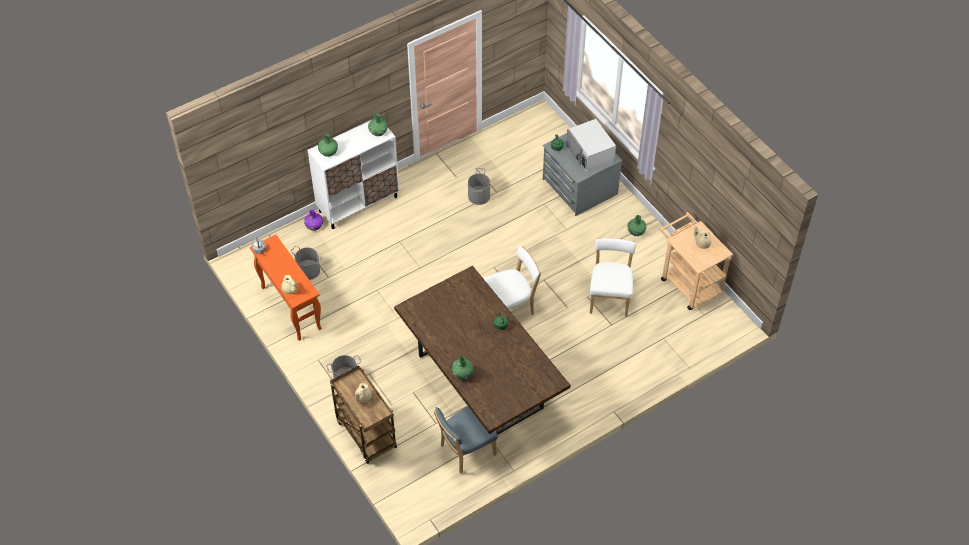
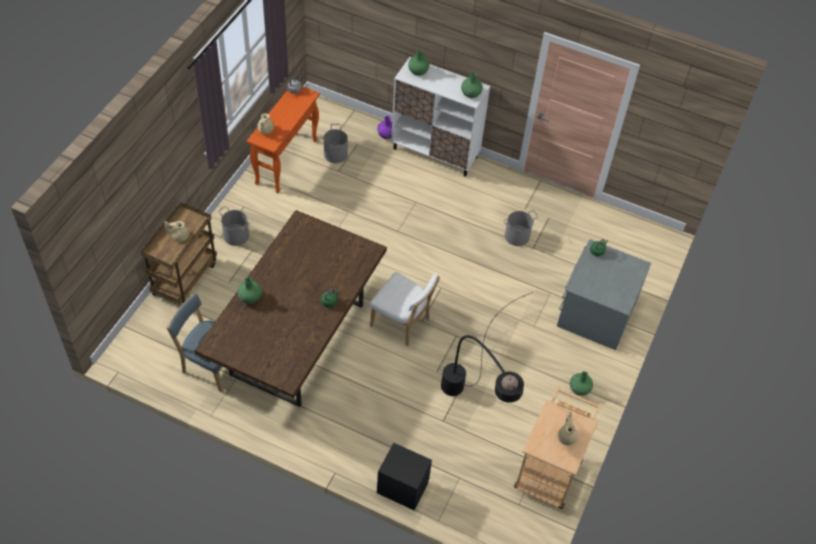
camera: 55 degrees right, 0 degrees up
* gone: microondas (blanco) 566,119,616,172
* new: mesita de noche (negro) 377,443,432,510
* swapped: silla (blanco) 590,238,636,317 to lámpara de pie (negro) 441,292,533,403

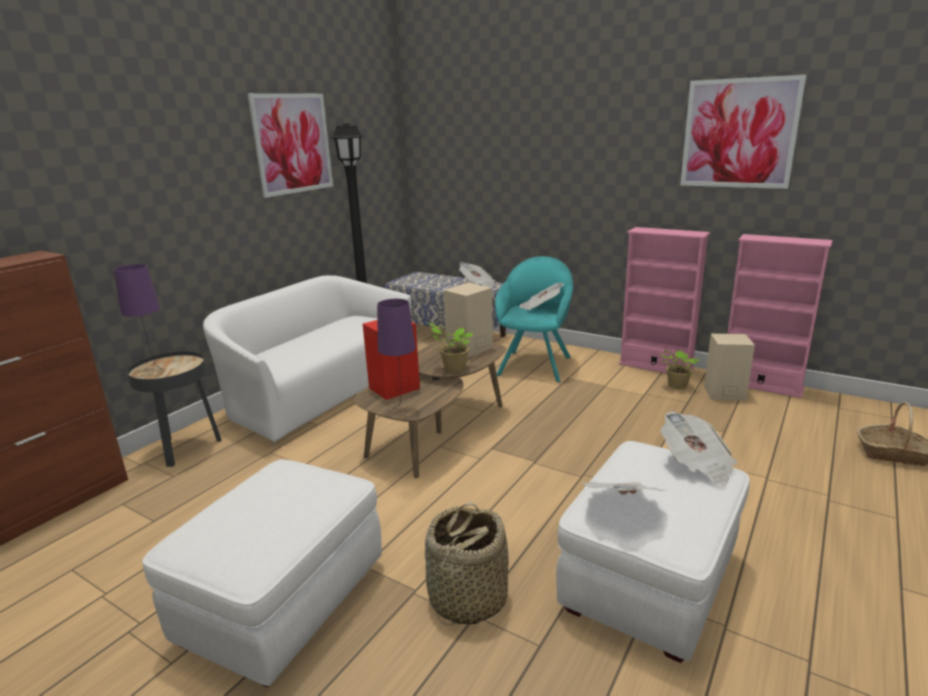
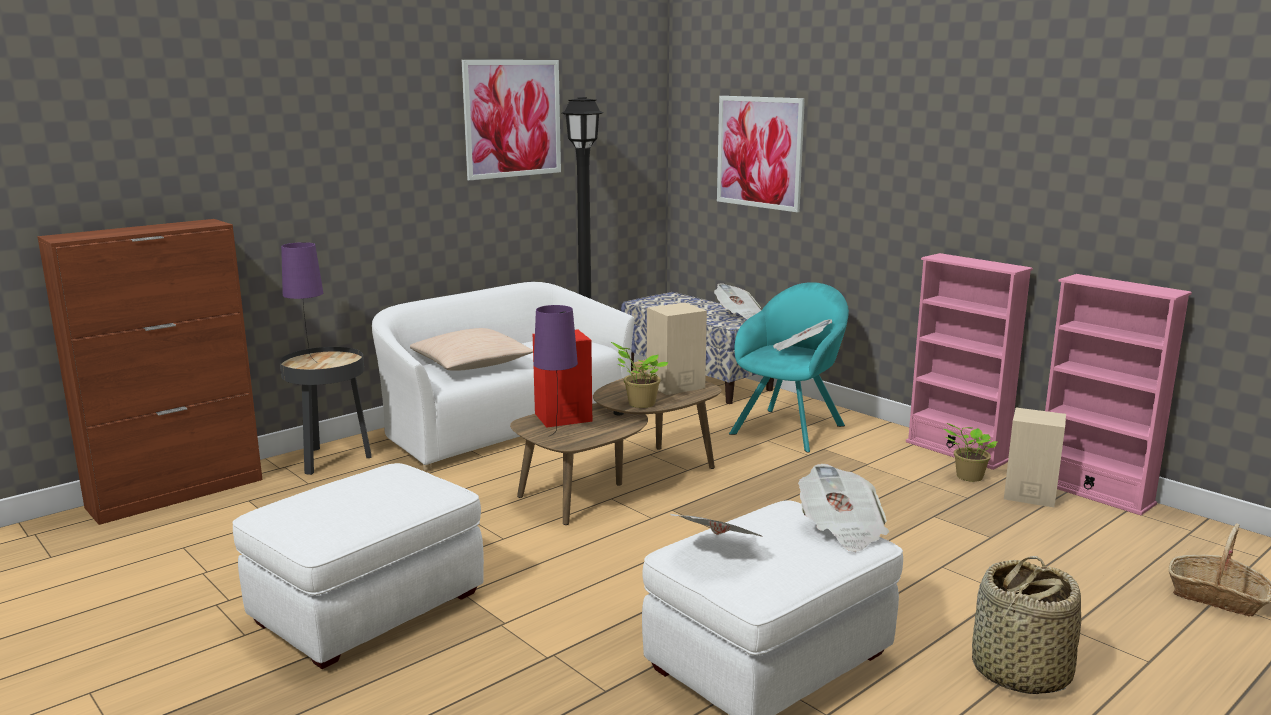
camera: 15 degrees right, 5 degrees down
* new: cojín (beis) 410,328,533,371
* shifted: cesta 425,502,509,625 to 972,556,1081,694
* shifted: cuadro 680,75,806,189 to 717,96,805,212

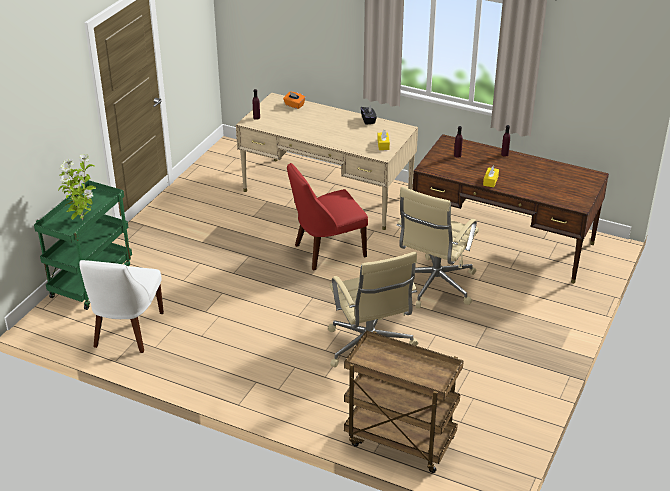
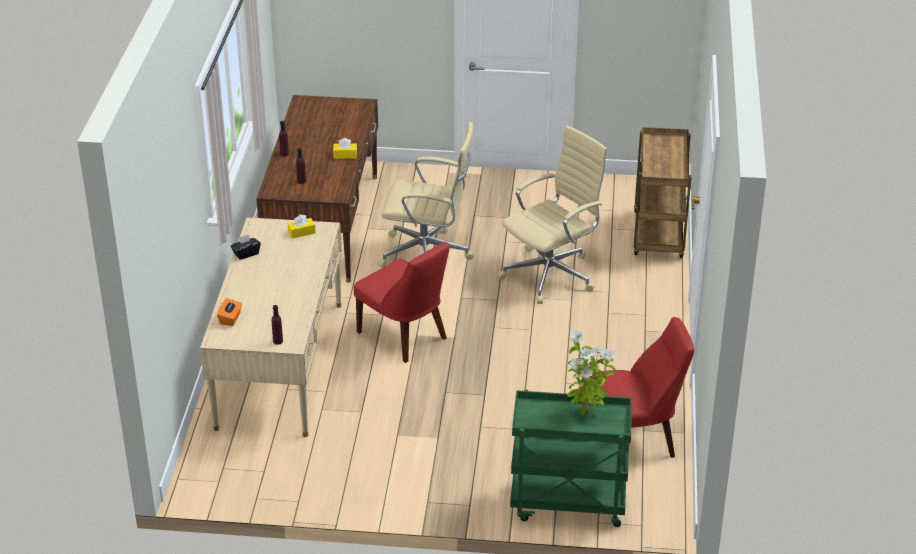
camera: 110 degrees left, 0 degrees up
* repainted: silla (blanco) 79,260,164,353 to silla (rojo) 590,317,694,458

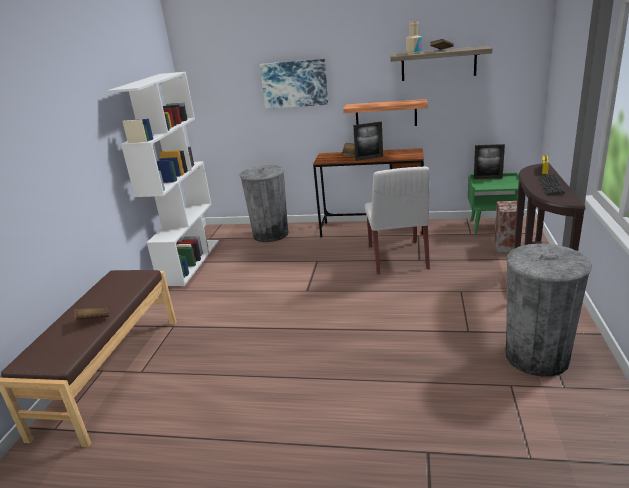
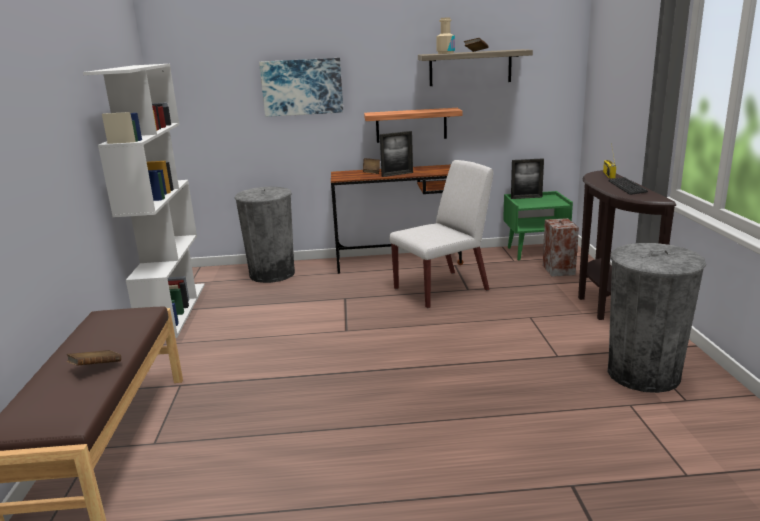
camera: 15 degrees left, 5 degrees down
* rotated: silla (blanco) 365,166,430,275 = 389,160,493,309 105 degrees counterclockwise

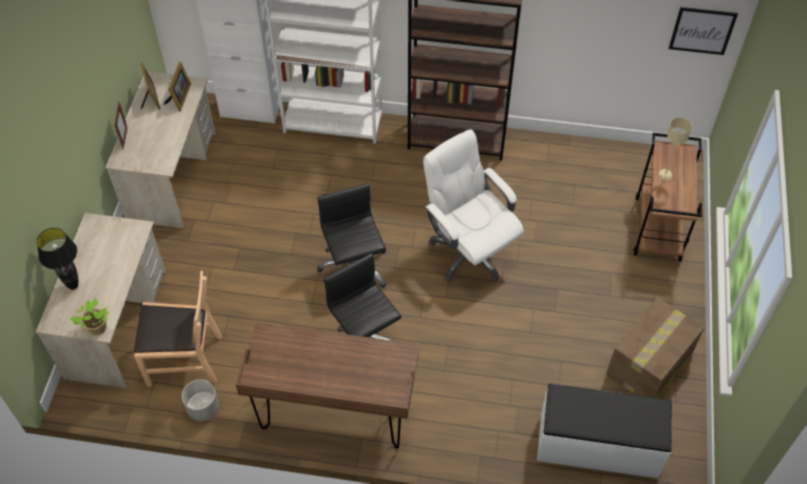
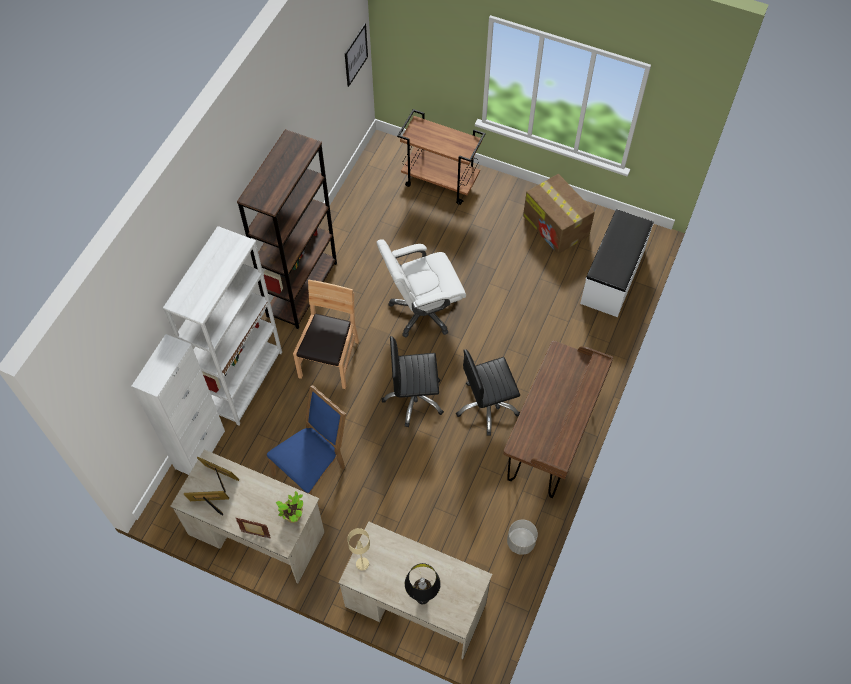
camera: 75 degrees left, 5 degrees up
* new: silla (azul) 267,385,346,495
* shifted: planta en maceta 70,298,108,335 to 276,491,303,523
* shifted: silla (marrón) 134,271,222,386 to 293,280,359,389
* shifted: lámpara de mesa (beis) 659,117,692,180 to 347,528,370,570

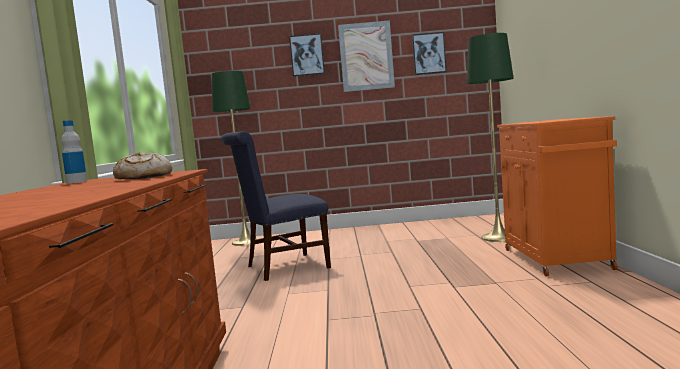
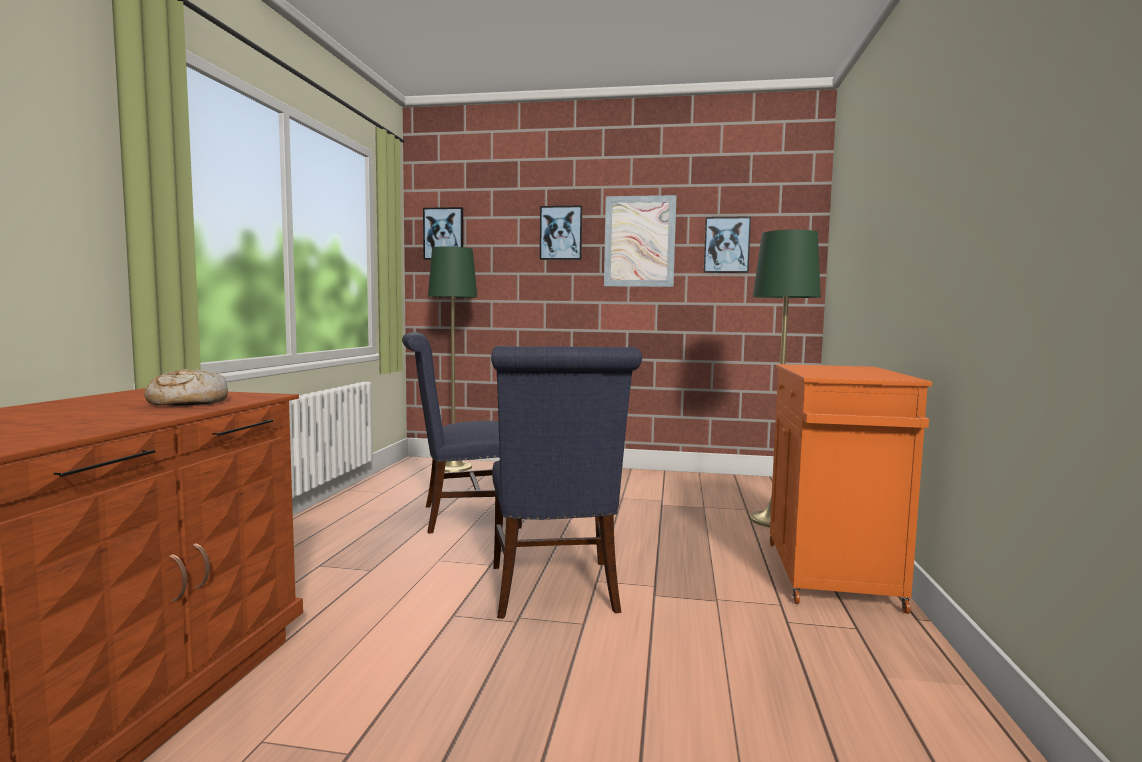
camera: 10 degrees right, 0 degrees up
* gone: botella 61,120,87,184
* new: cuadro 423,207,463,260
* new: silla (azul) 491,346,642,619

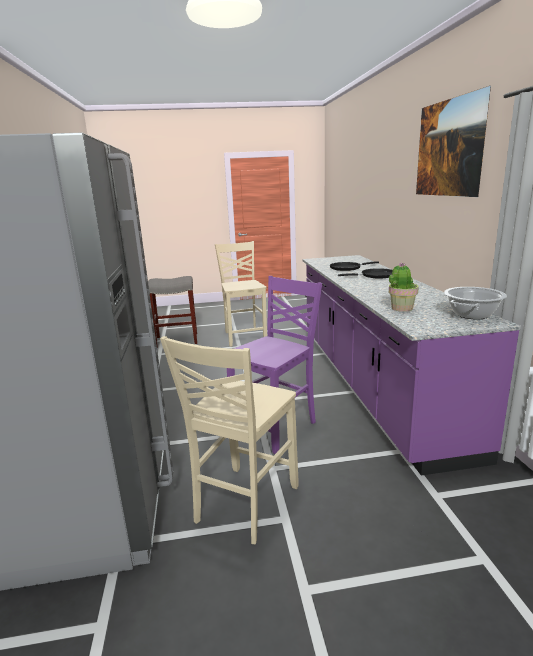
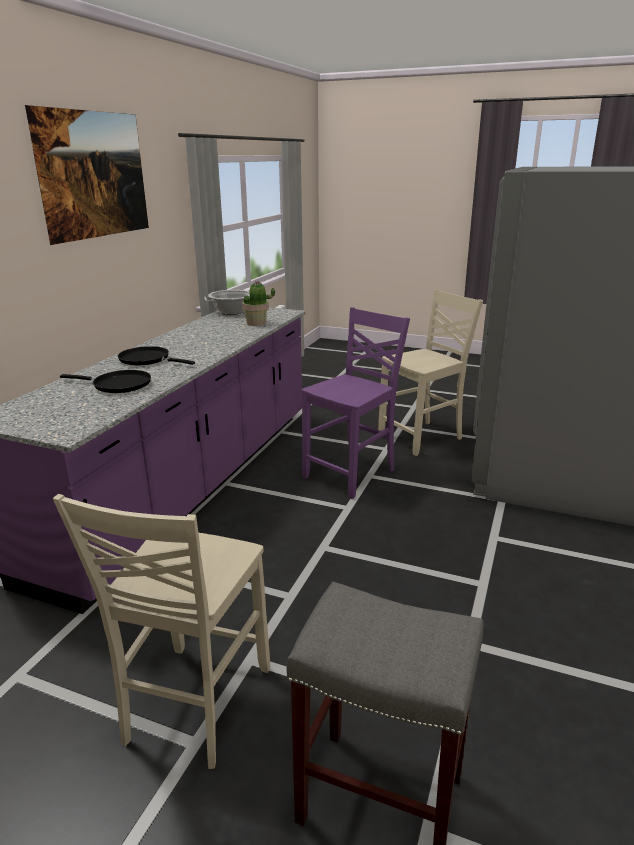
camera: 150 degrees left, 5 degrees up
* rotated: silla (morado) 227,276,322,454 = 302,307,410,499 150 degrees clockwise

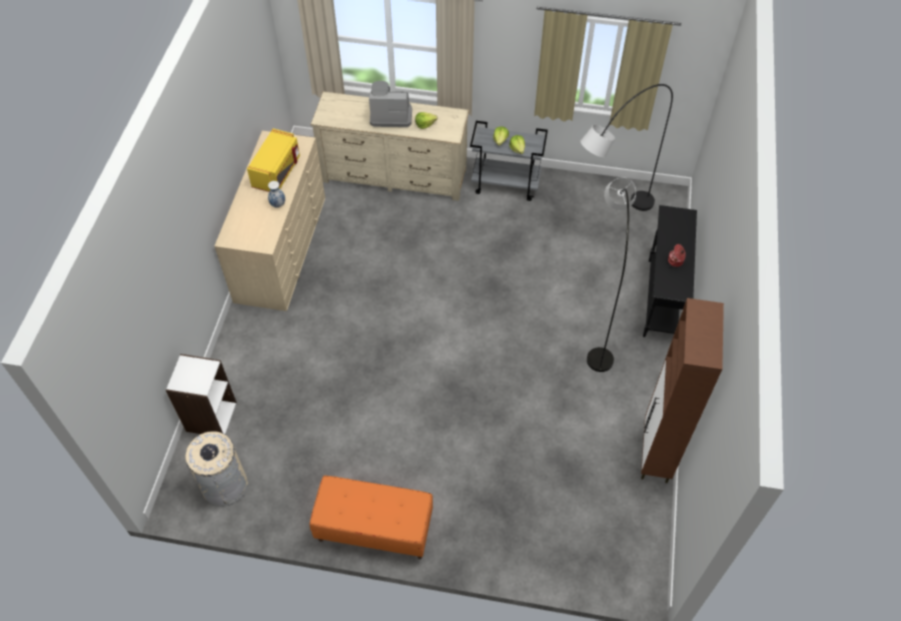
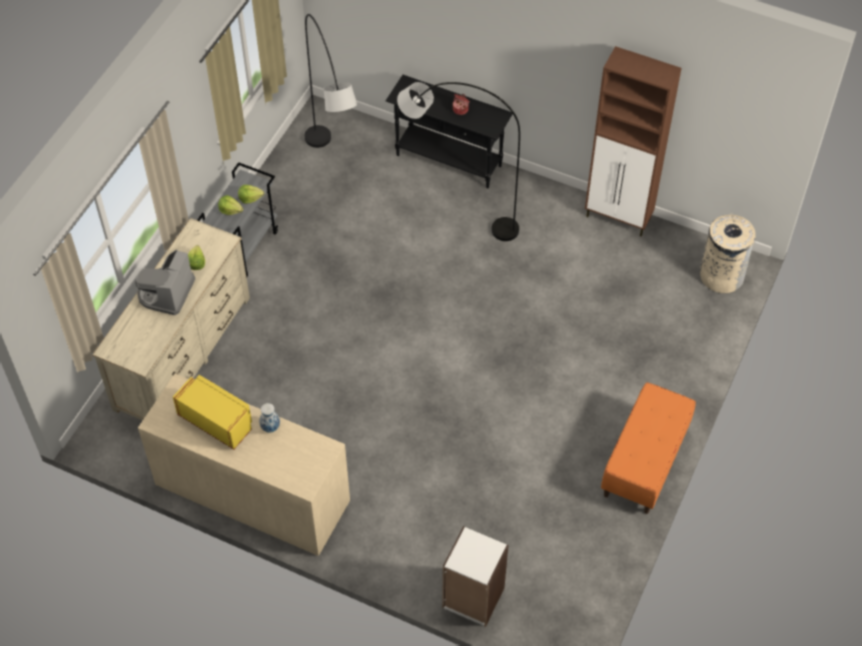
camera: 75 degrees left, 0 degrees up
* shifted: papelera (beis) 185,431,248,507 to 700,213,756,293

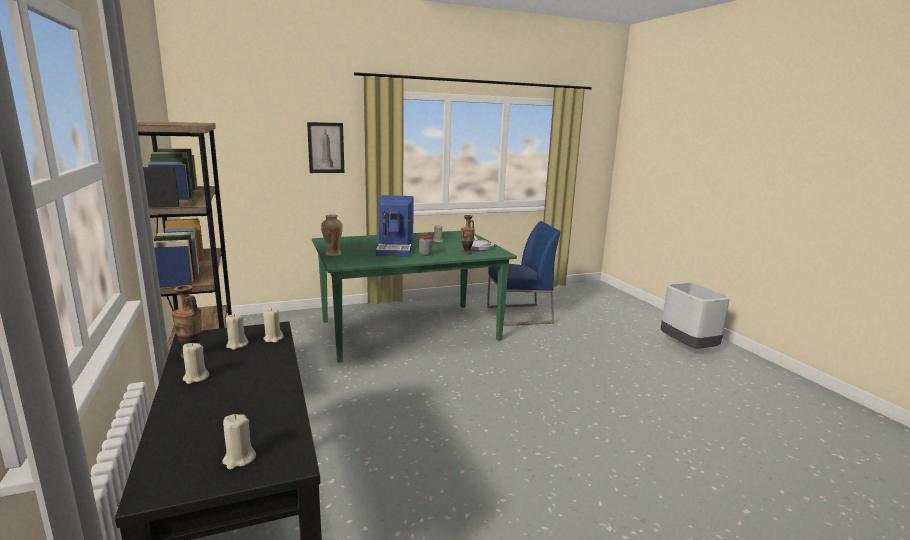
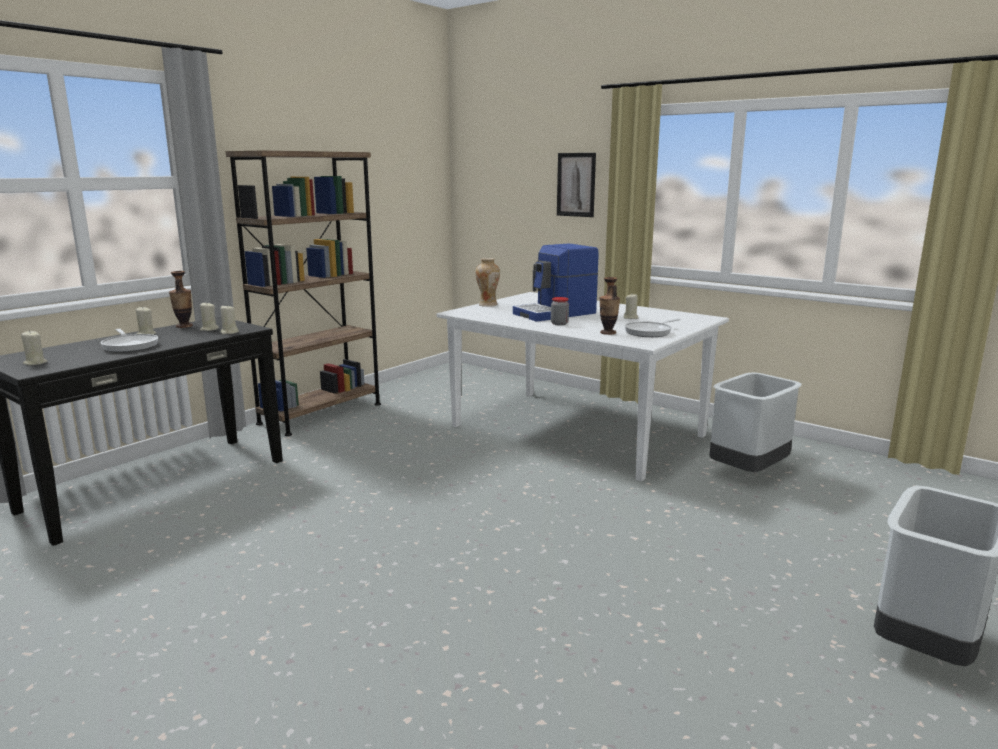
camera: 60 degrees right, 0 degrees up
* new: sartén 101,329,158,352
* swapped: silla (azul) 487,221,561,326 to papelera (gris) 709,372,802,472
* repainted: mesa de comedor (verde) 312,231,517,363 to mesa de comedor (blanco) 436,292,729,481

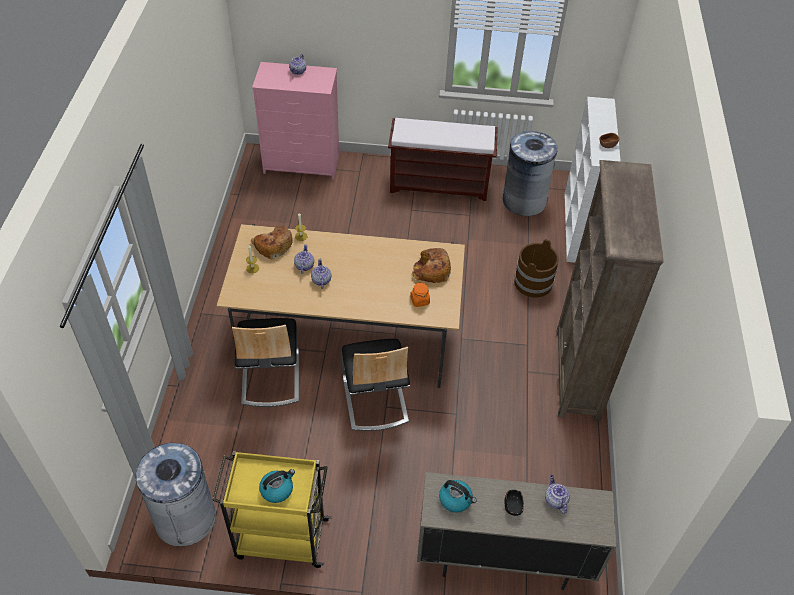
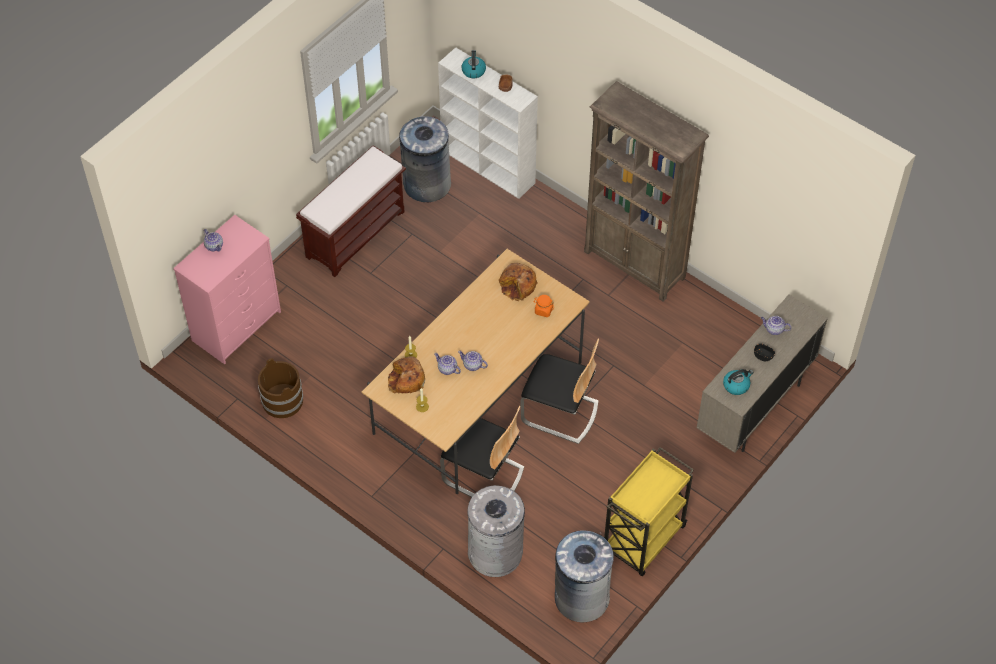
camera: 55 degrees left, 5 degrees up
* new: papelera (gris) 467,485,525,577
* shifted: hervidor 259,469,295,503 to 461,50,486,78
* shifted: cubo (marrón) 514,239,559,298 to 258,358,303,418

